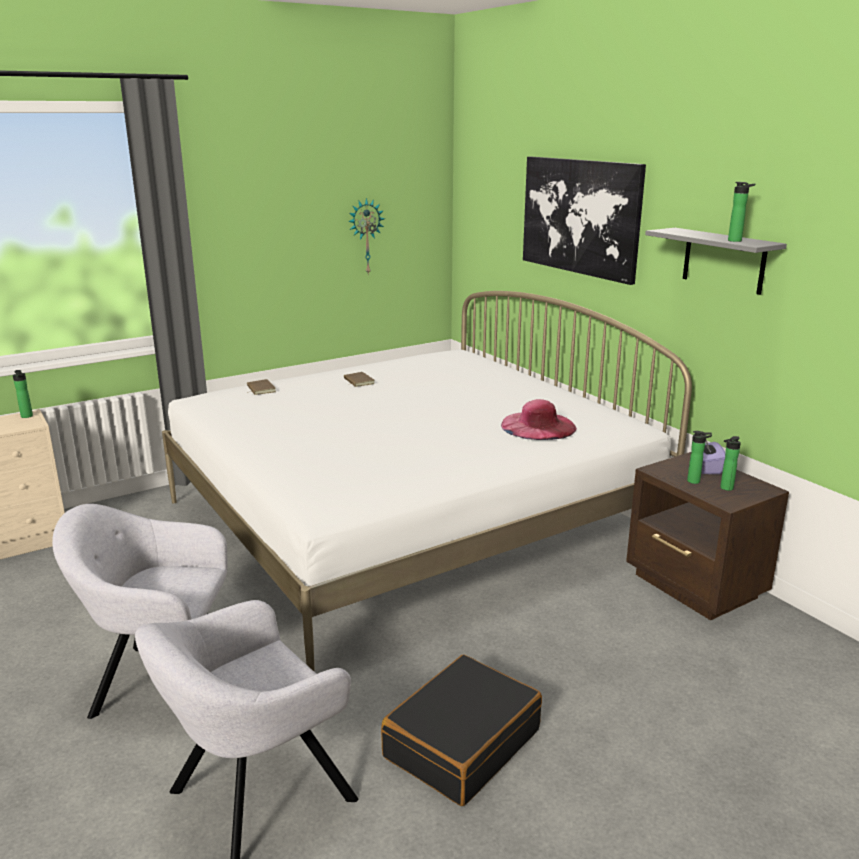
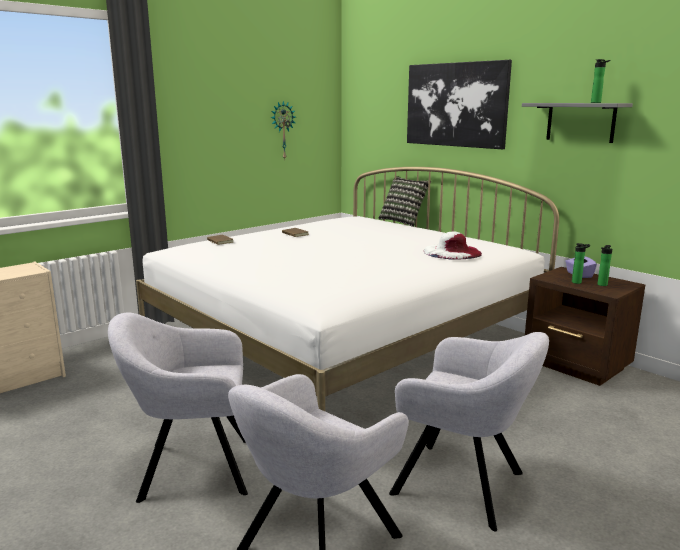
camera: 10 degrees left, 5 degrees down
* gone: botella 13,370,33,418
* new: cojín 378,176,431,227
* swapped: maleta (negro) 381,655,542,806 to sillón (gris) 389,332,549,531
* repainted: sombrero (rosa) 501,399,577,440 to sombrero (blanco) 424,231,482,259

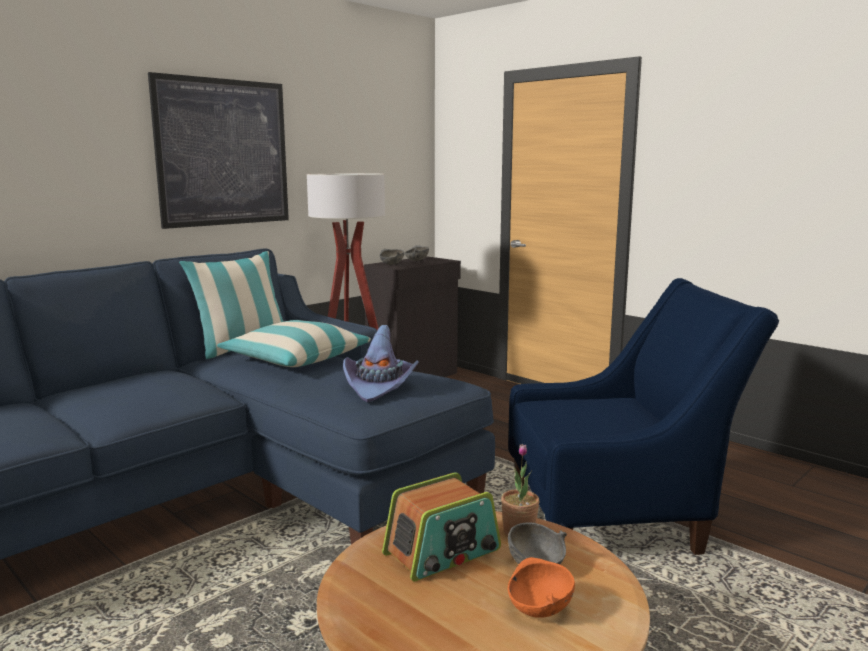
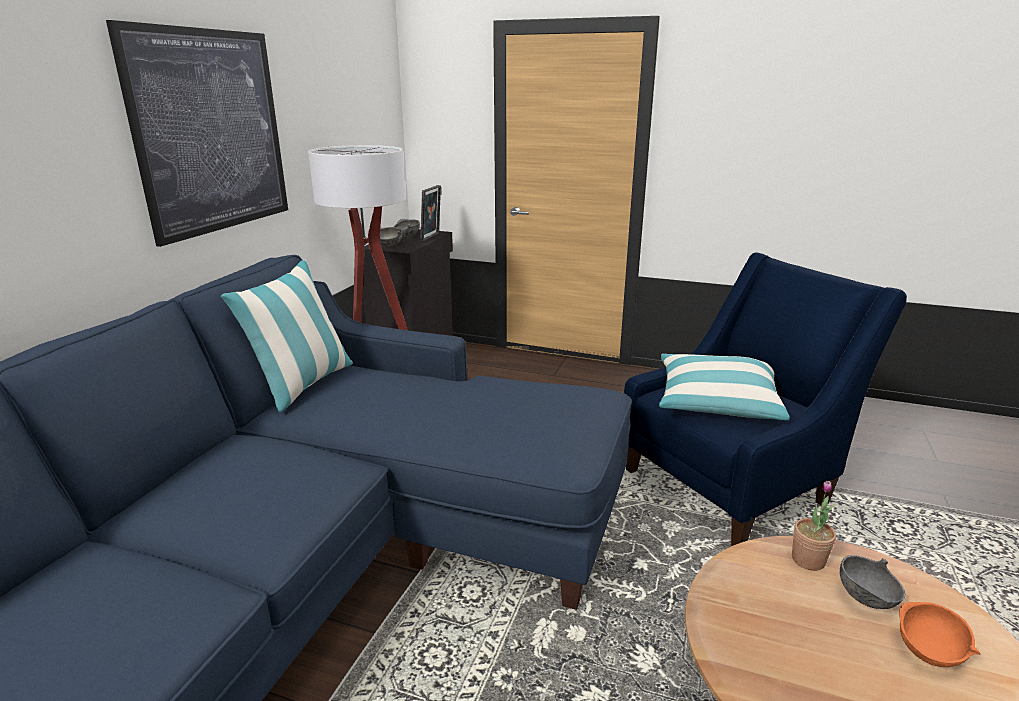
camera: 25 degrees left, 10 degrees up
* gone: sombrero (morado) 343,325,419,402
* gone: radio 382,472,501,582
* new: portarretratos 420,185,441,241
* shifted: cojín 217,320,371,367 to 659,354,790,421

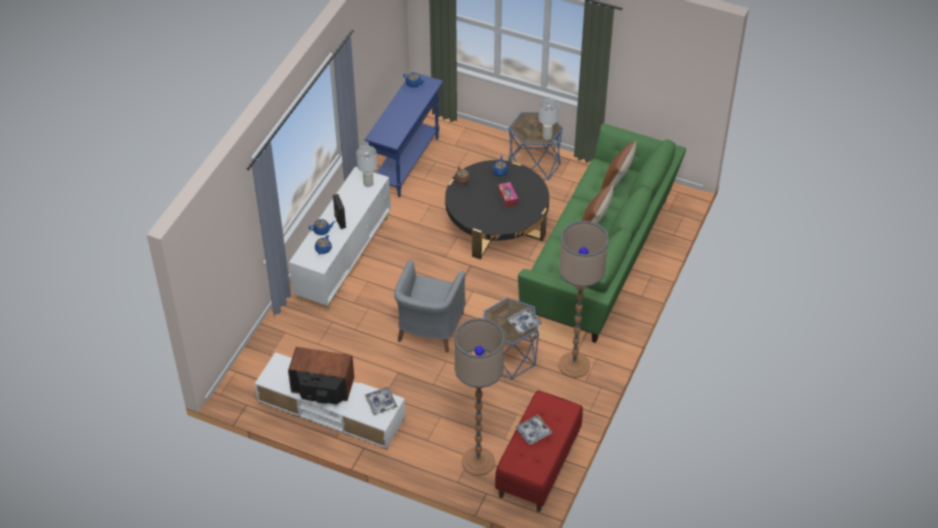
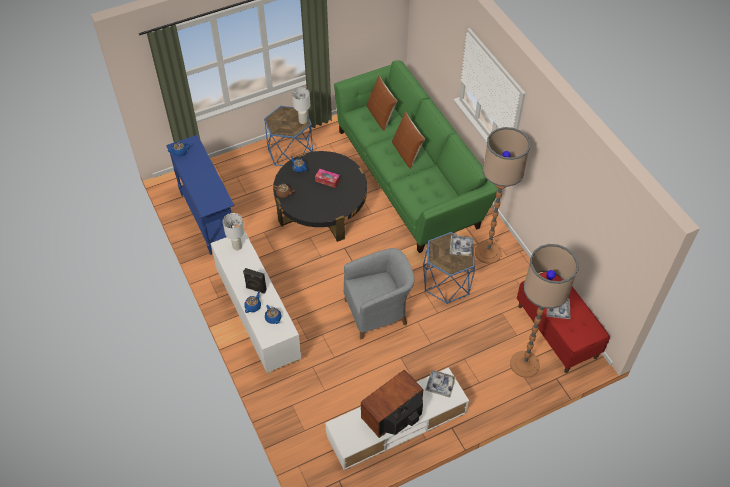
camera: 50 degrees left, 5 degrees up
* rotated: sillón (gris) 394,260,465,353 = 344,248,414,339 75 degrees counterclockwise

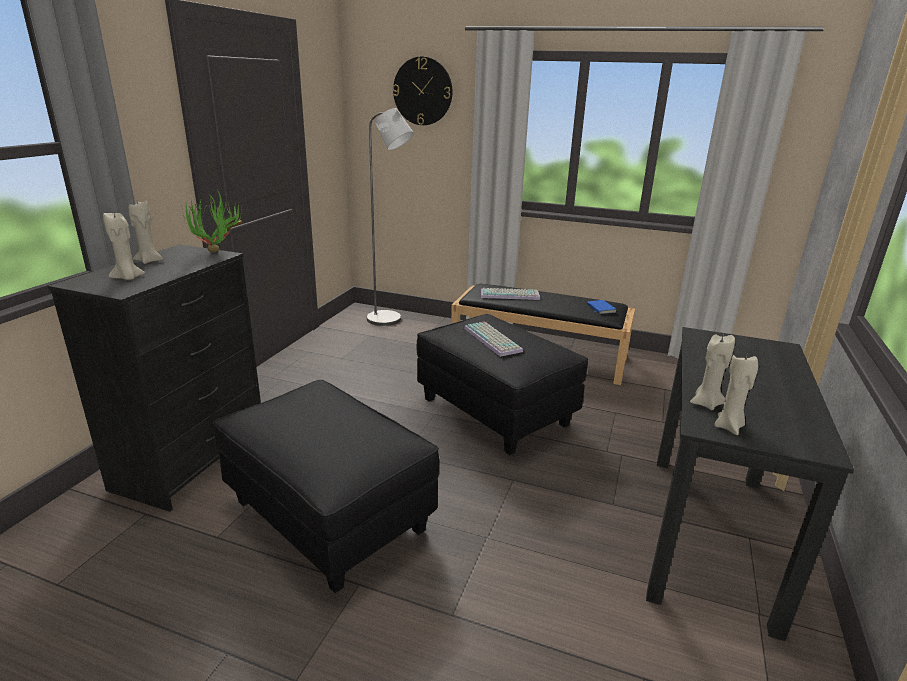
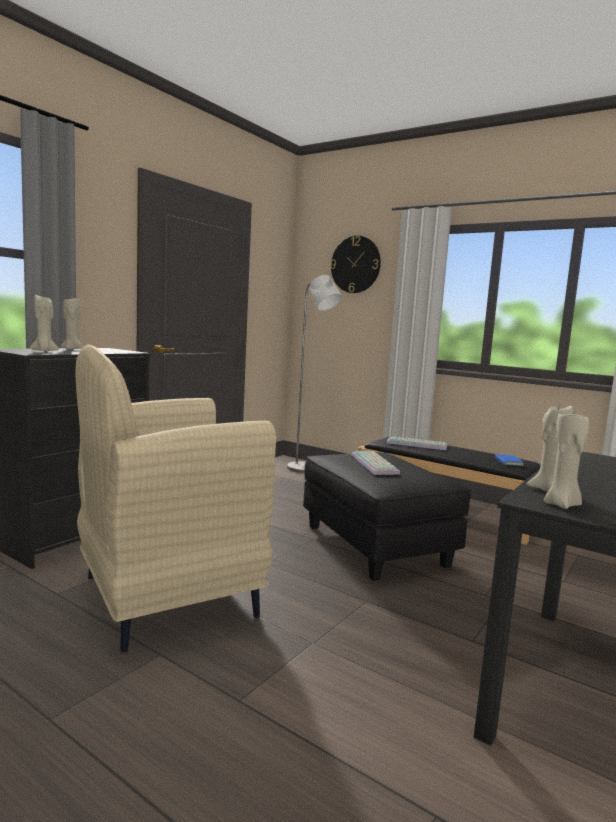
camera: 15 degrees right, 15 degrees down
* gone: planta en maceta 182,189,242,252
* swapped: puf (negro) 212,380,439,593 to sillón (beis) 75,344,276,652

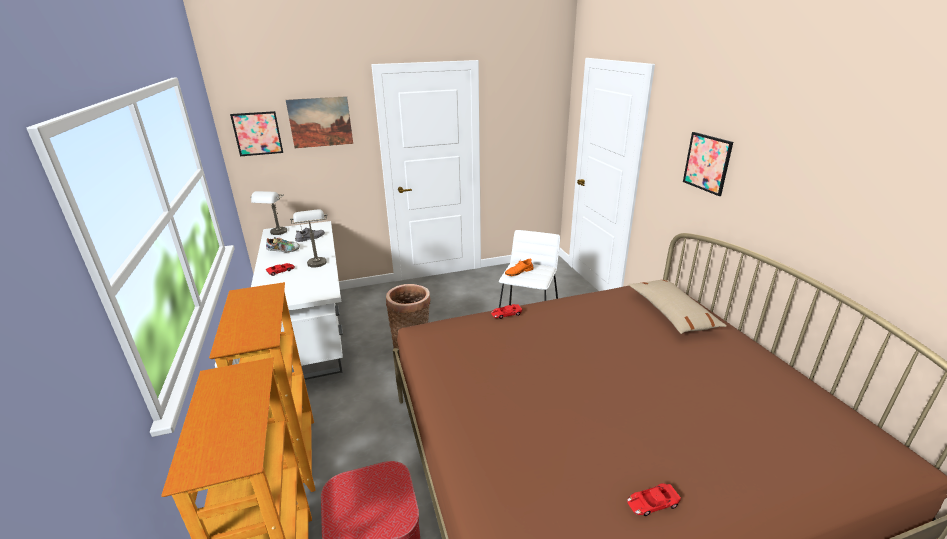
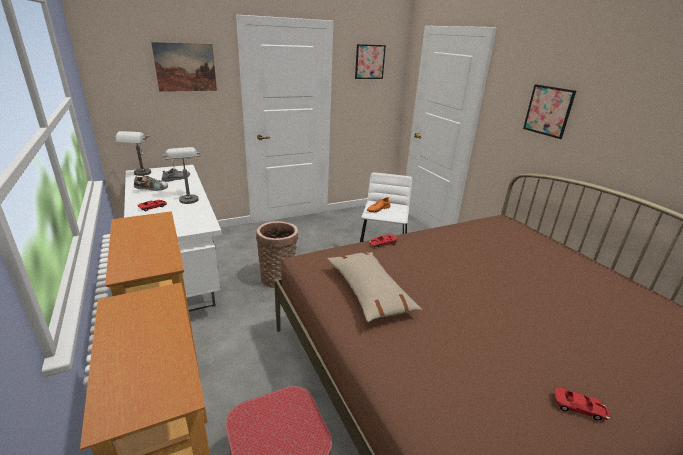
camera: 10 degrees left, 0 degrees up
* shifted: cuadro 230,111,283,156 to 355,44,386,79
* shifted: cojín (beis) 628,280,727,334 to 327,252,422,323
* rotated: coche de juguete (rojo) 627,483,681,516 = 555,388,610,420 135 degrees counterclockwise

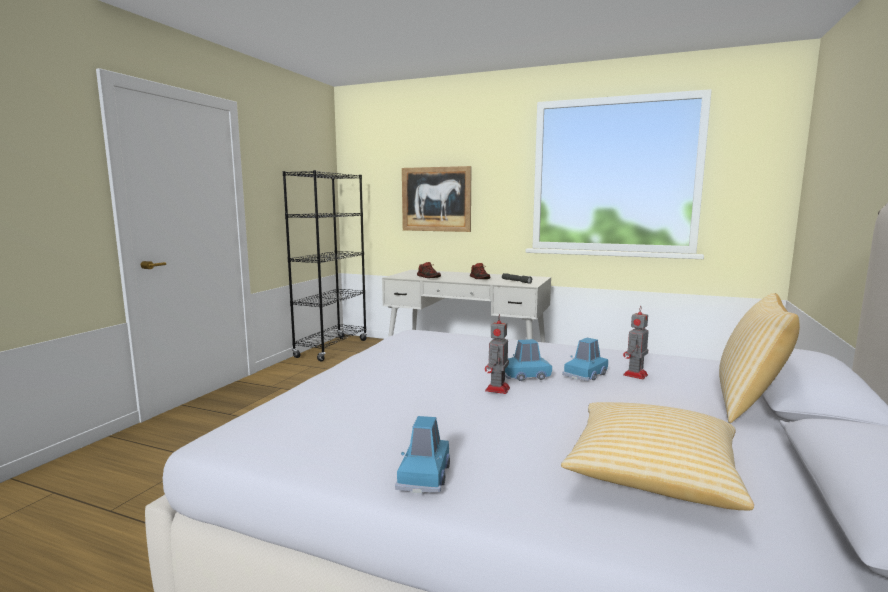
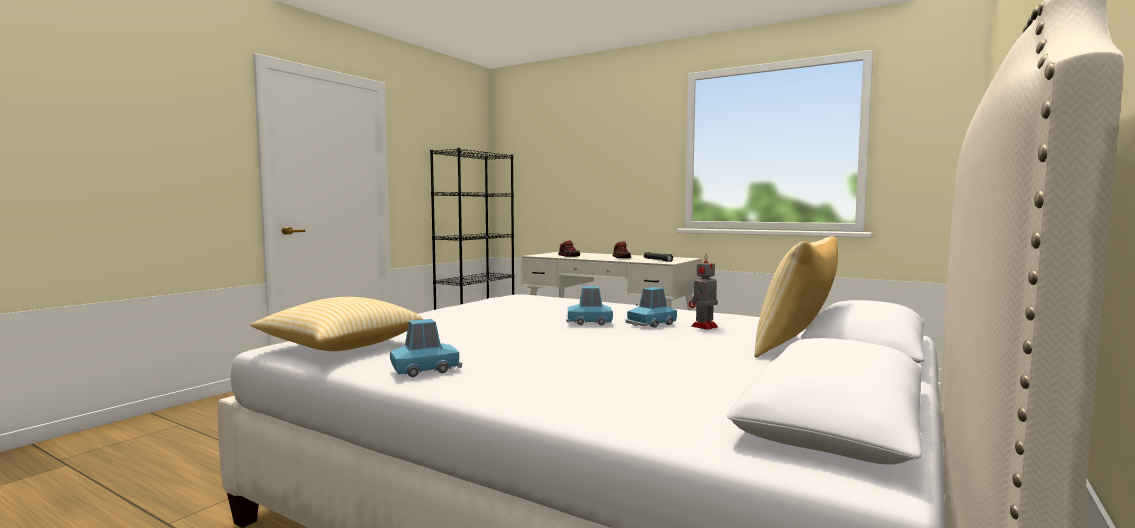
camera: 10 degrees right, 5 degrees down
* gone: cuadro 402,166,472,232
* gone: robot de juguete 485,314,510,394
* shifted: cojín 561,402,754,510 to 250,297,423,351
* rotated: coche de juguete (azul) 395,416,450,493 = 390,319,462,377 135 degrees counterclockwise

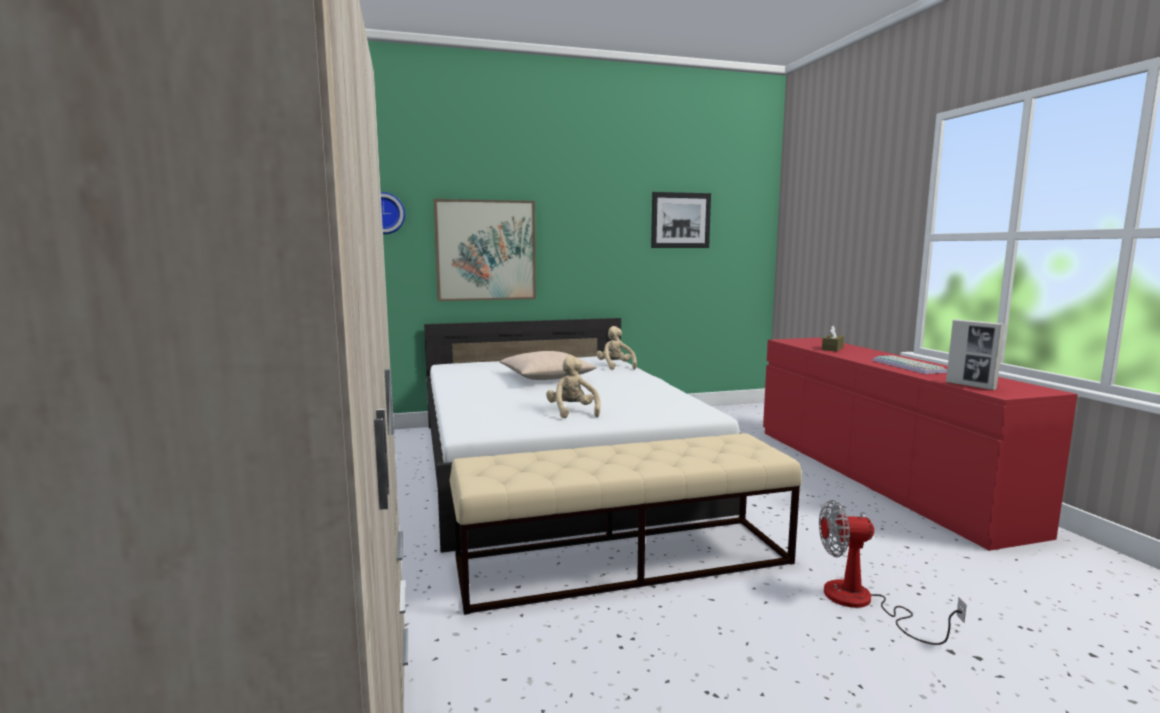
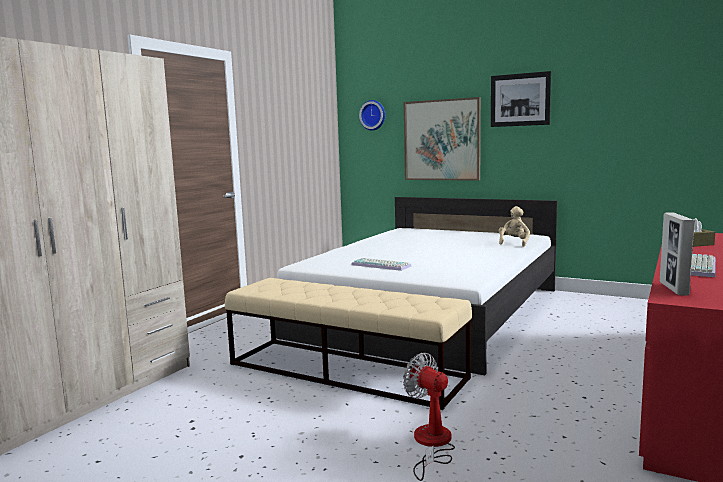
camera: 45 degrees right, 0 degrees up
* gone: cojín (beis) 500,351,597,380
* shifted: cuadro 651,192,711,248 to 491,71,551,127
* swapped: peluche (beis) 546,356,601,419 to teclado 352,258,412,271

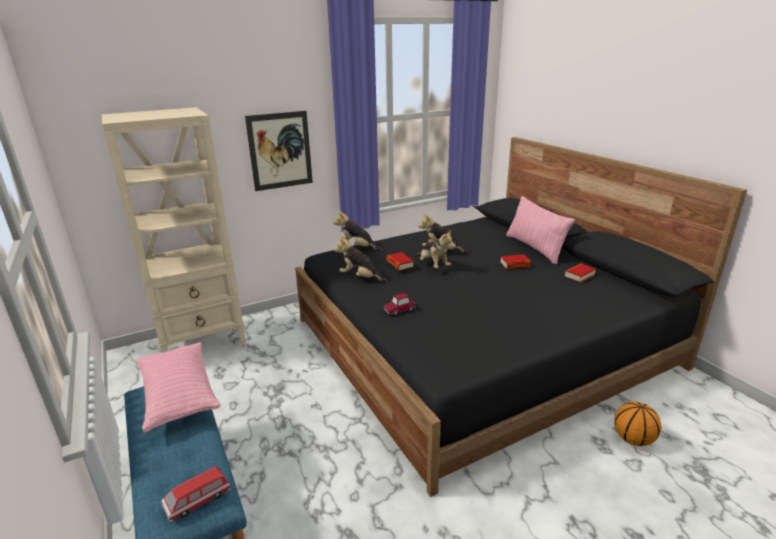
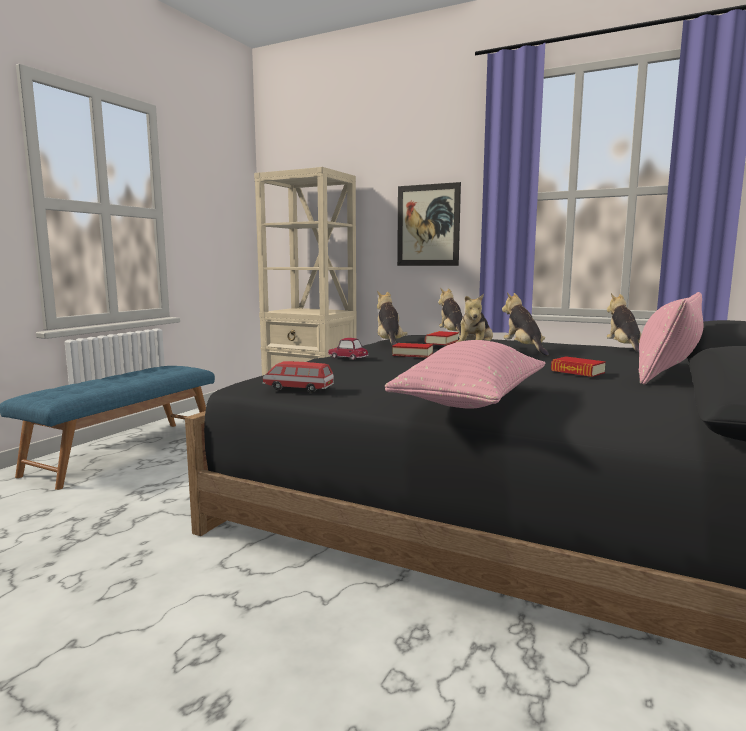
camera: 55 degrees right, 15 degrees down
* gone: balón de baloncesto 614,402,661,446
* new: peluche 607,293,642,353
* shifted: cojín (rosa) 136,342,221,433 to 385,340,545,409
* shifted: coche de juguete 161,466,231,522 to 262,361,334,393
* shifted: libro 564,263,596,283 to 392,343,433,358

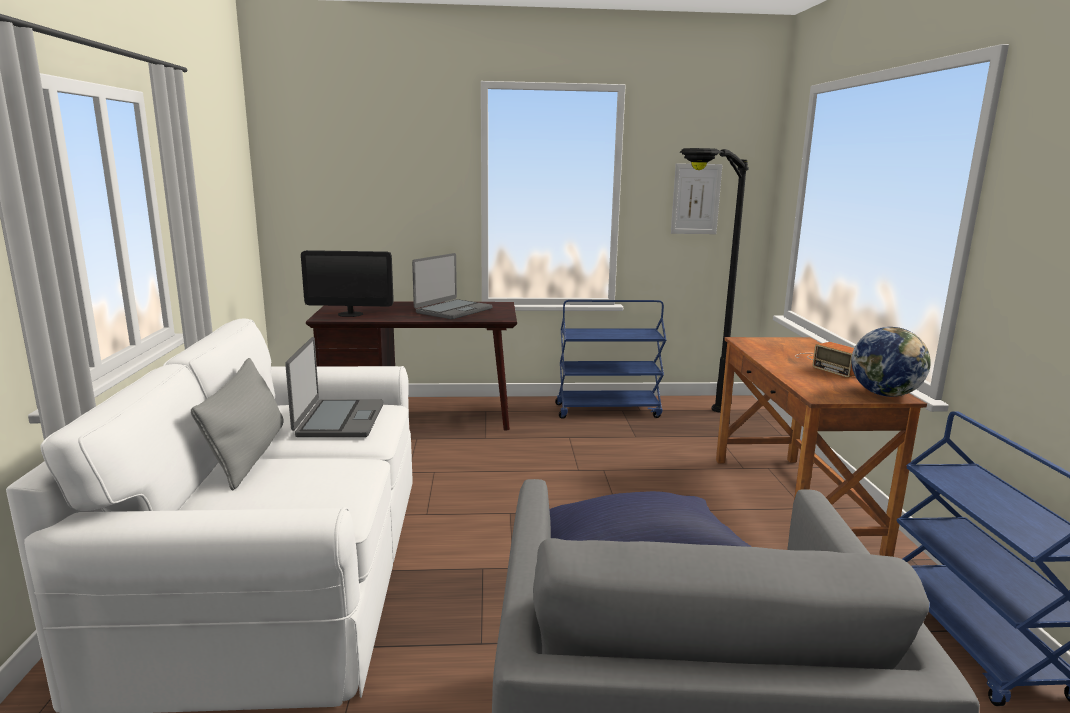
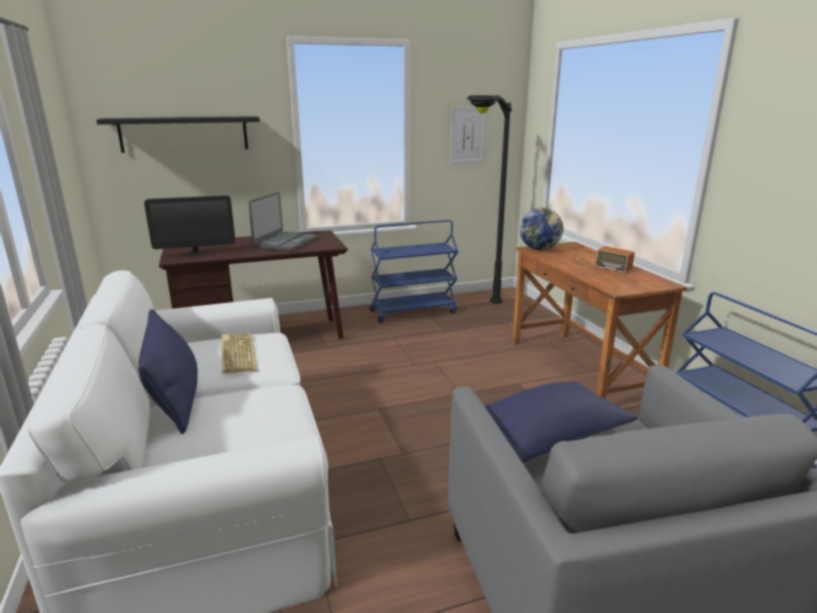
camera: 15 degrees left, 5 degrees up
* new: estante (negro) 96,116,260,153
* shifted: globo terráqueo 851,327,931,397 to 520,208,563,250
* swapped: portátil 285,337,384,437 to teclado 221,333,257,373
* repainted: cojín (gris) 191,358,284,490 to cojín (azul) 138,309,198,434

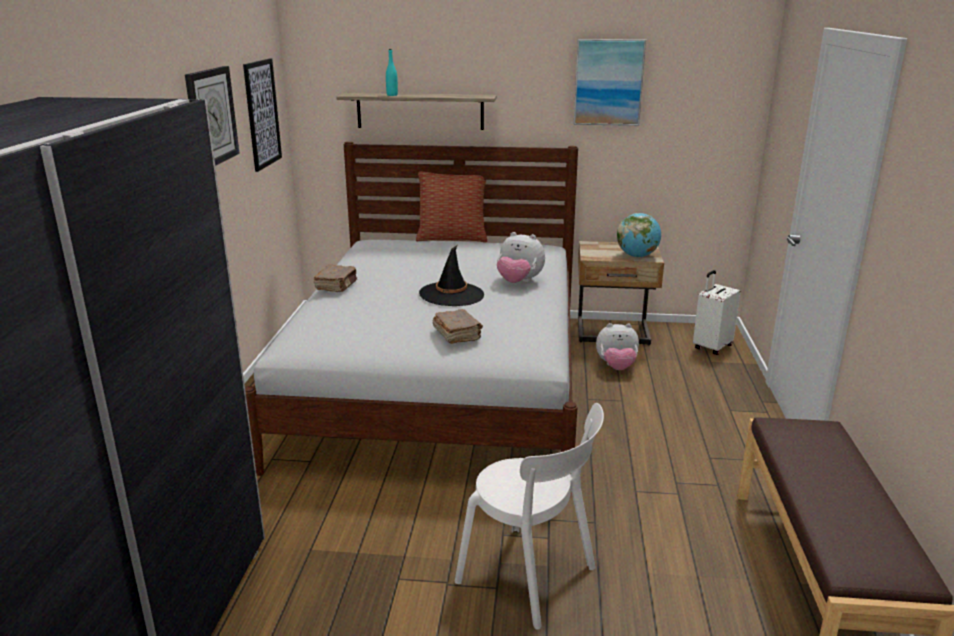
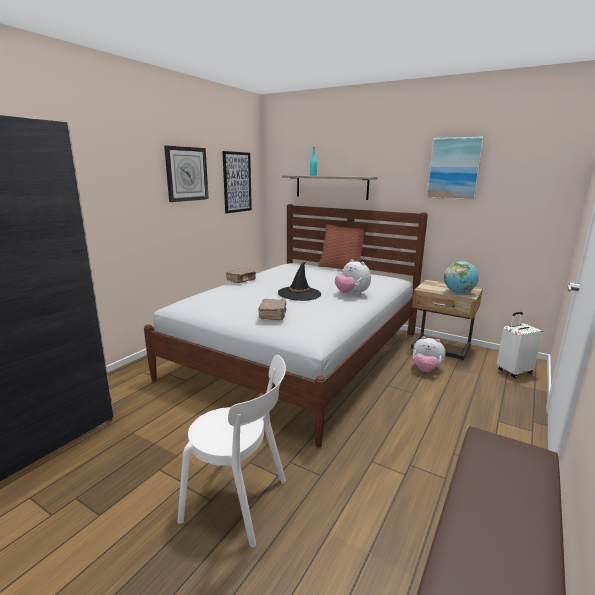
camera: 25 degrees right, 5 degrees down
* rotated: silla (blanco) 455,403,604,630 = 177,355,286,547 45 degrees counterclockwise

